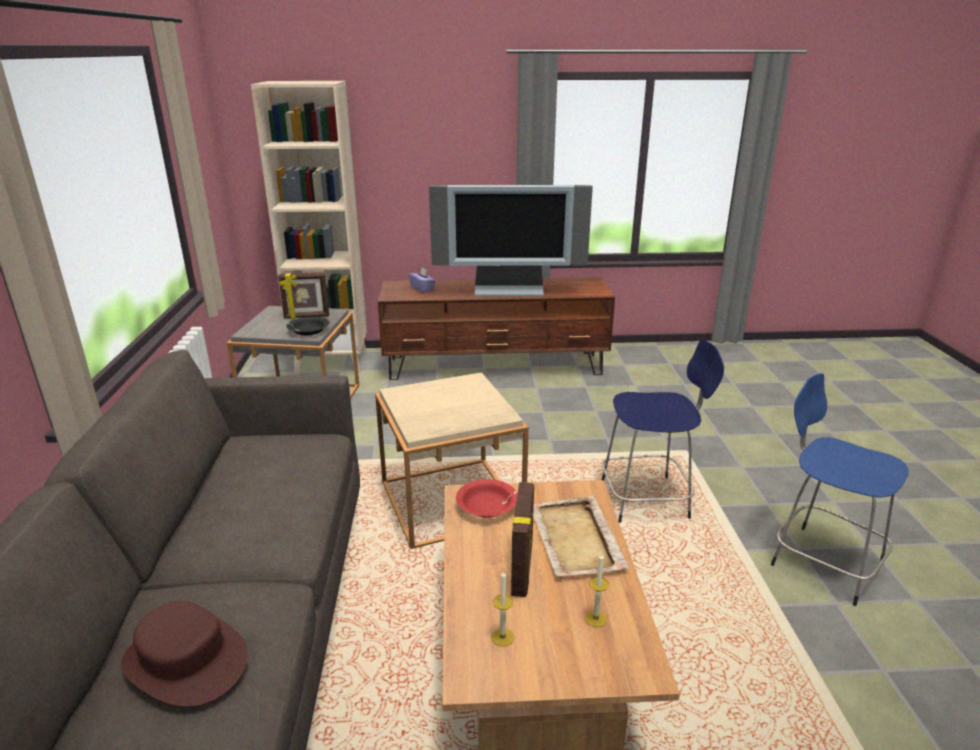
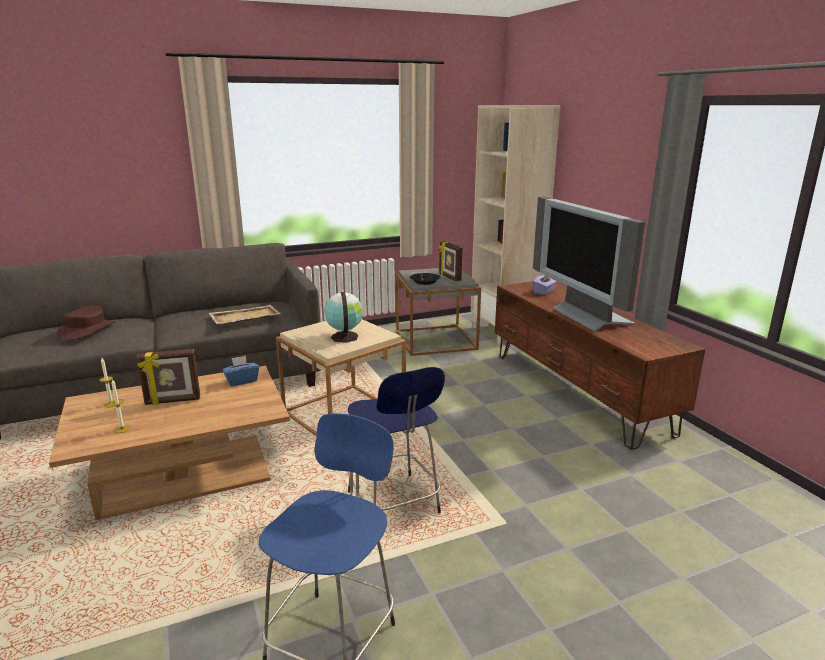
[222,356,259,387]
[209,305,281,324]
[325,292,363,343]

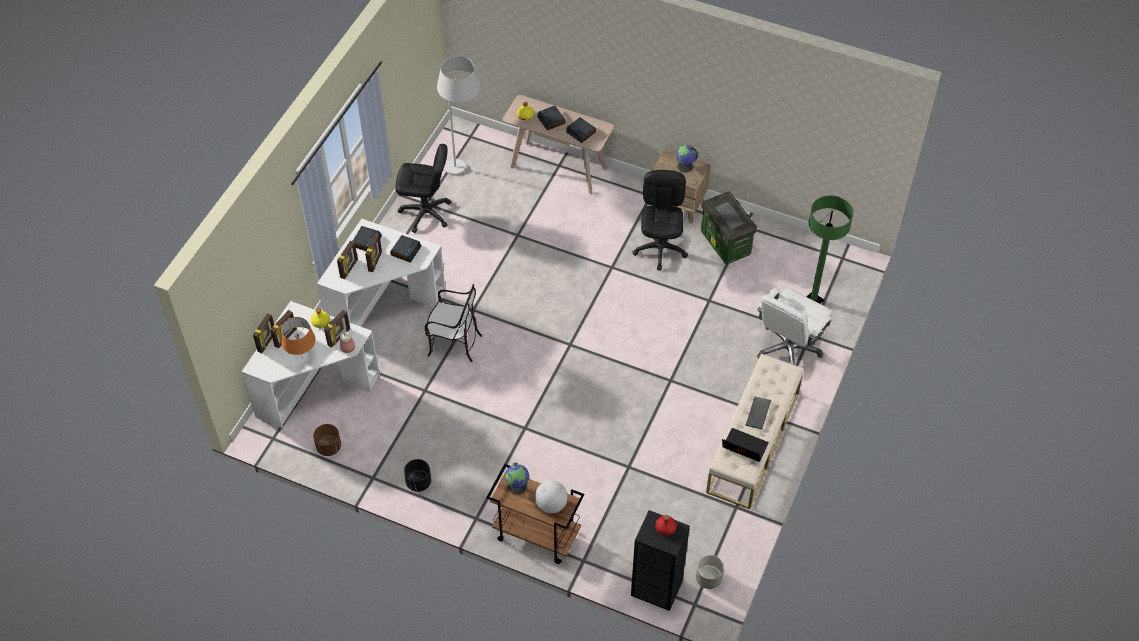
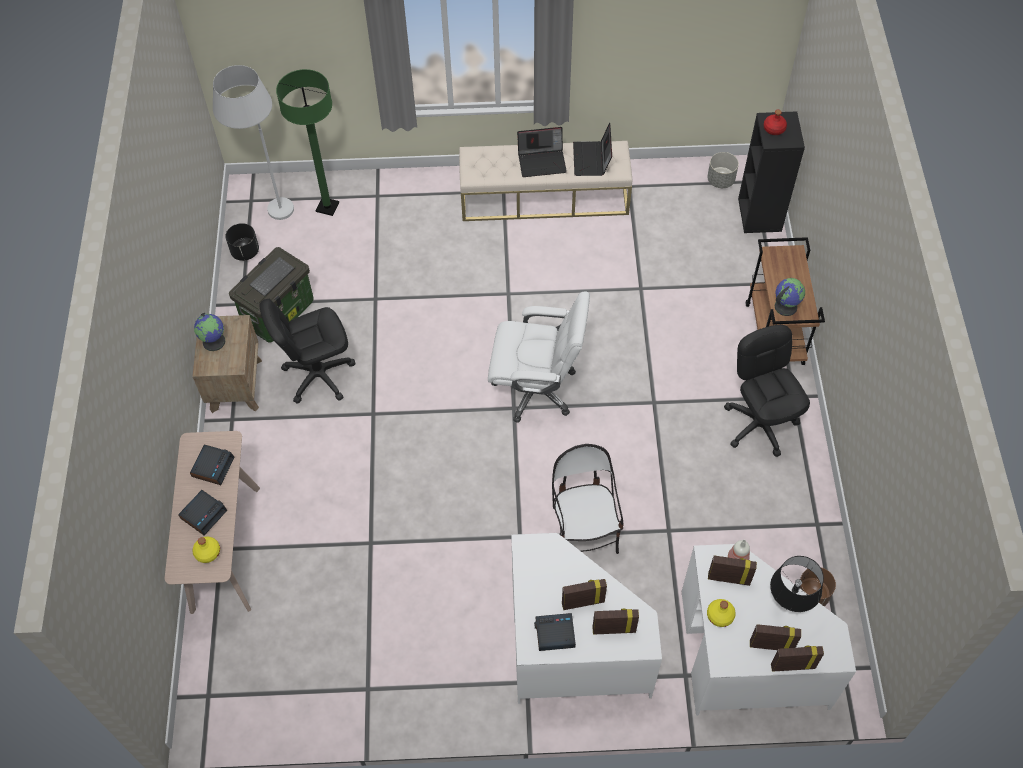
[213,65,294,220]
[724,325,810,457]
[390,235,421,263] (first image)
[488,291,590,423]
[770,556,824,612]
[517,127,567,177]
[225,223,259,261]
[535,480,568,513] (first image)

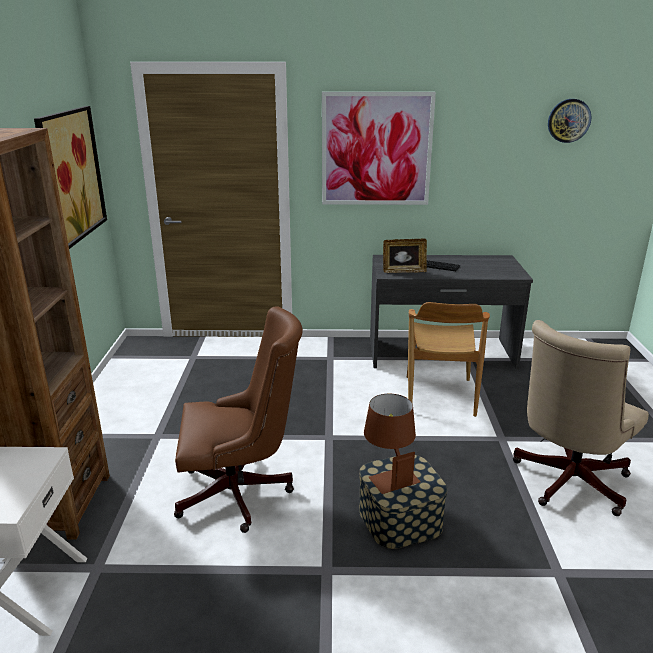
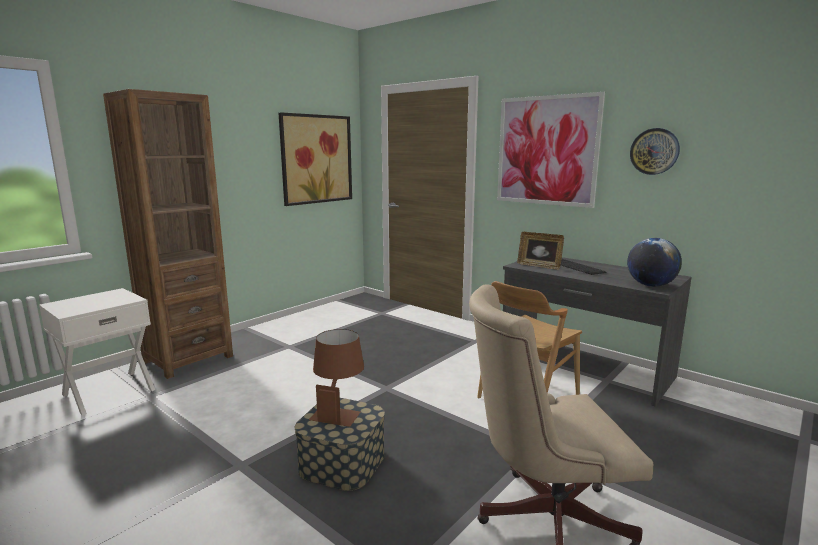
[630,128,680,175]
[174,306,303,533] (first image)
[627,238,682,287]

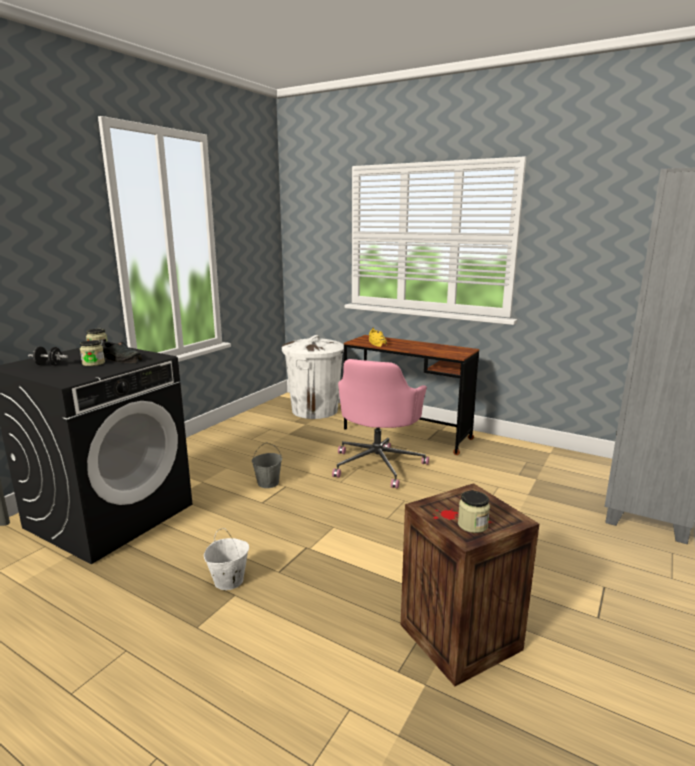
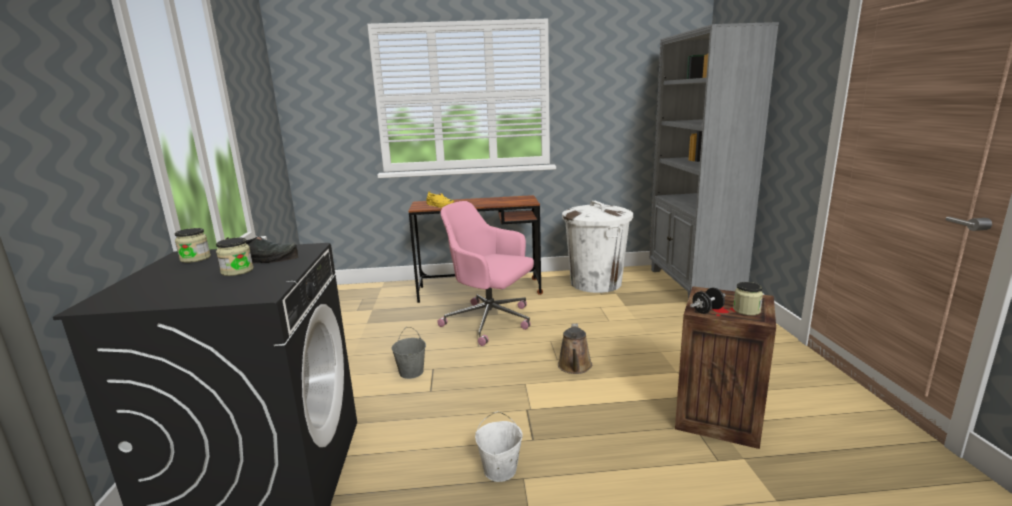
[562,201,633,293]
[690,288,726,314]
[437,201,534,346]
[558,324,592,374]

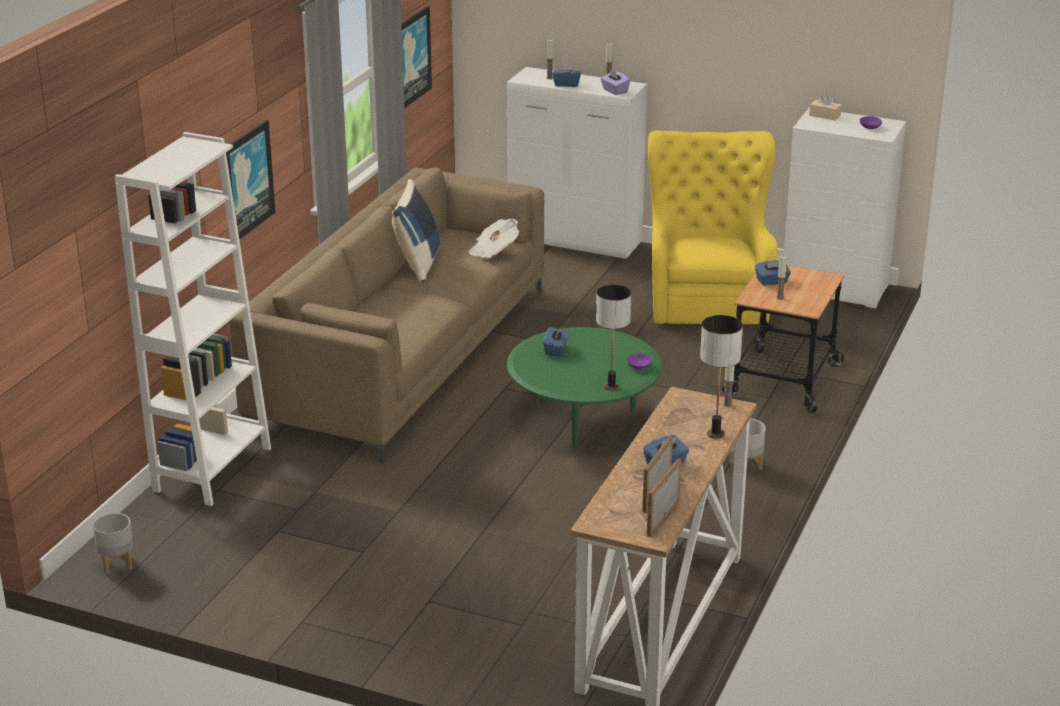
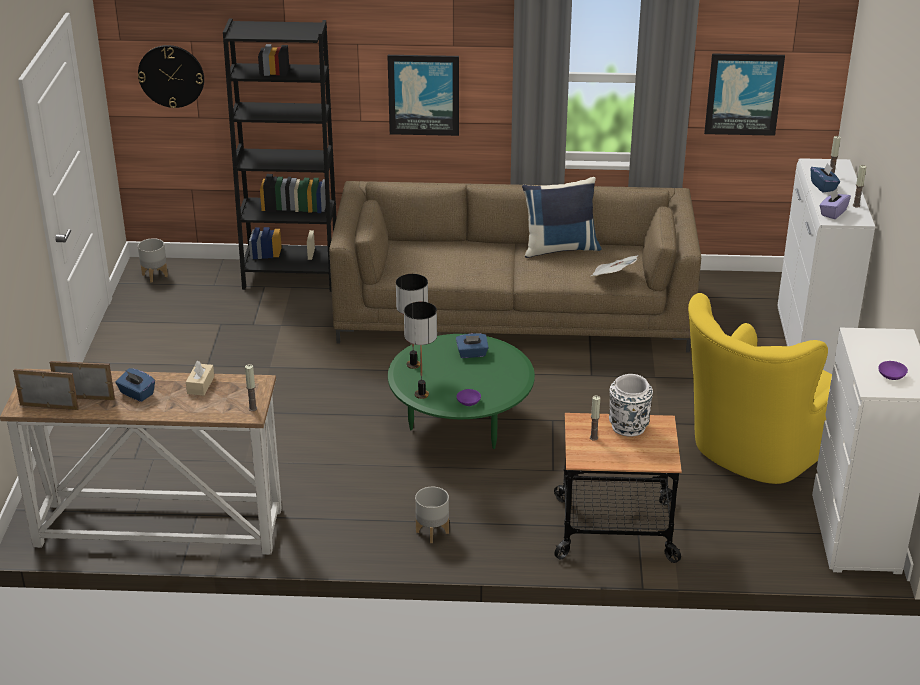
[186,361,214,396]
[688,293,832,484]
[223,18,336,292]
[609,374,653,436]
[396,274,428,369]
[138,45,204,108]

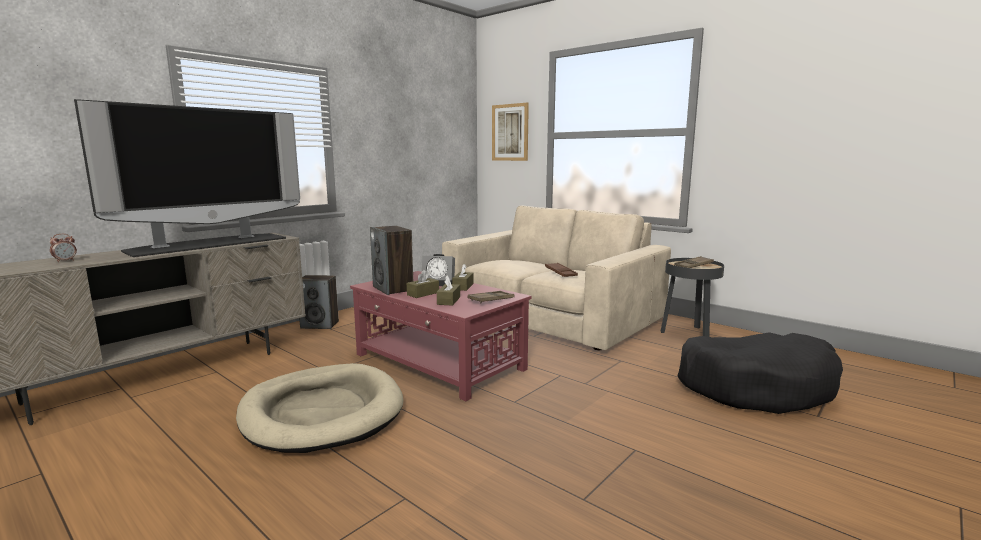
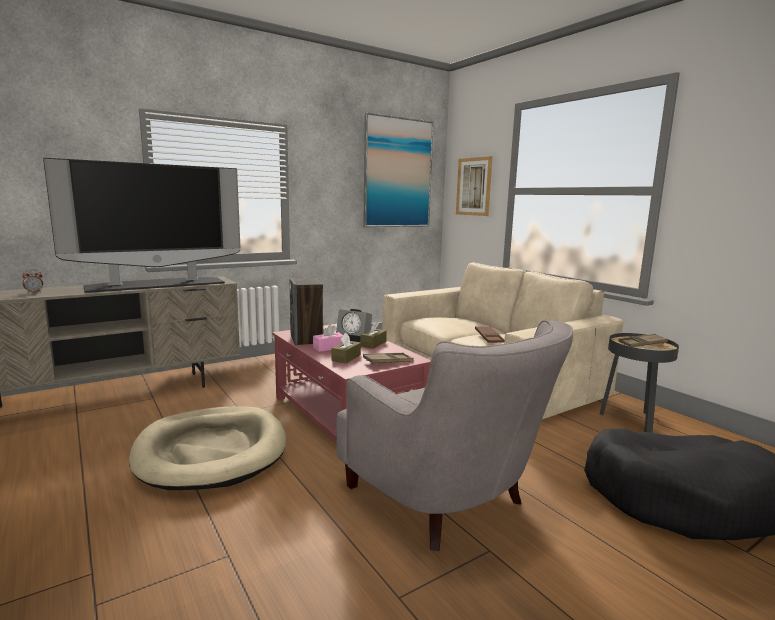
[313,324,343,352]
[299,275,339,329] (first image)
[363,112,434,227]
[336,320,573,551]

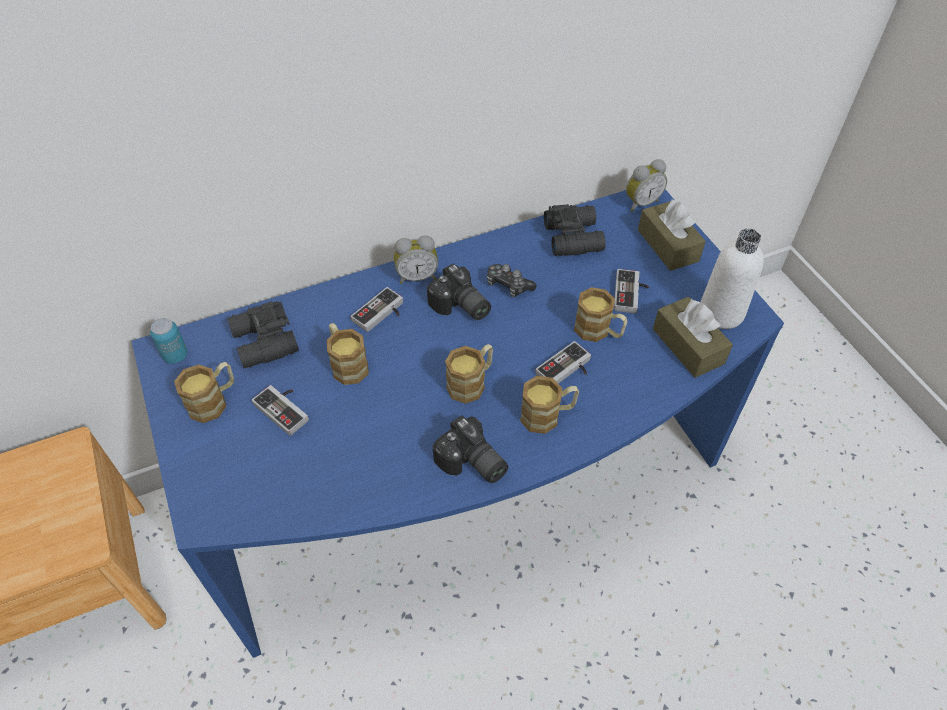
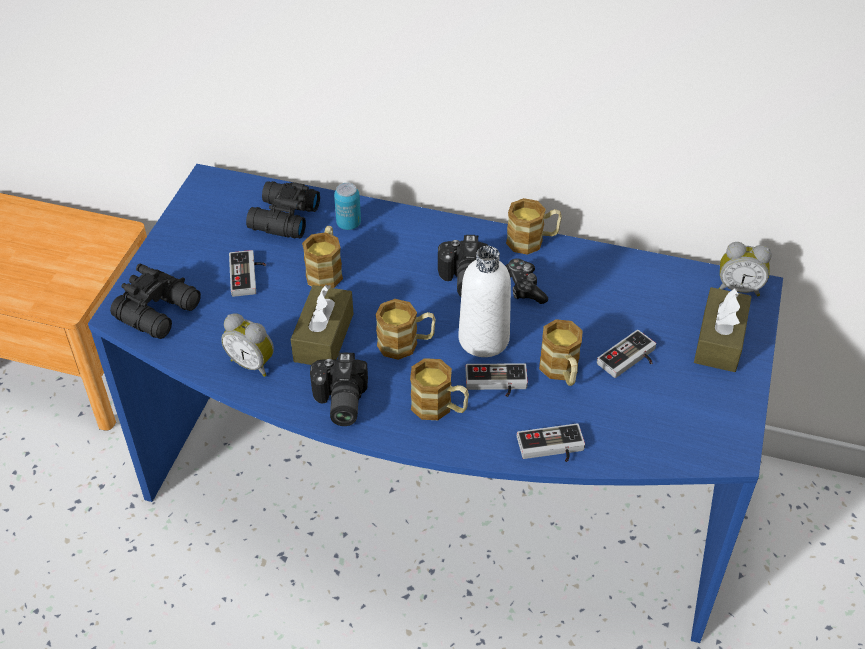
[110,264,201,339]
[458,246,511,357]
[221,313,274,377]
[517,423,585,462]
[291,285,354,365]
[334,183,361,230]
[506,198,562,255]

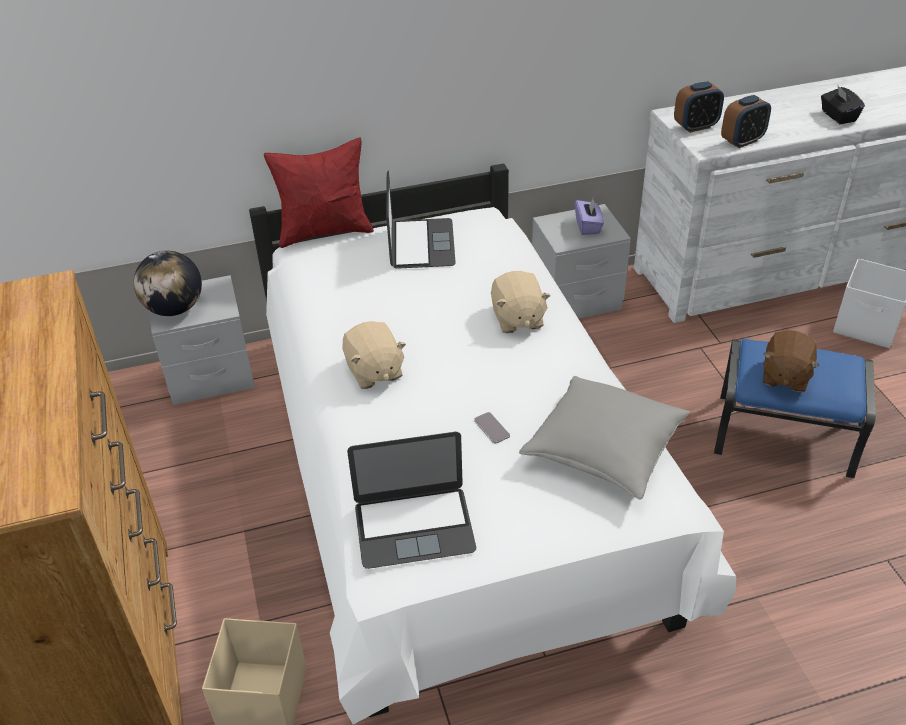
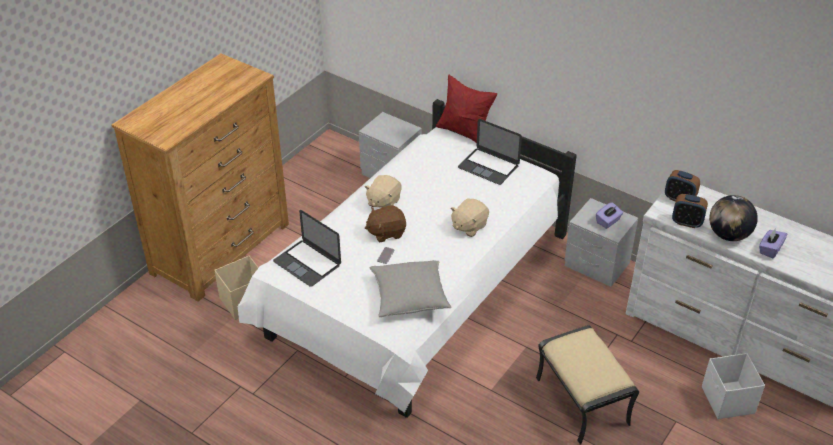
[759,229,787,258]
[458,119,522,185]
[709,195,758,241]
[365,205,406,242]
[536,325,639,444]

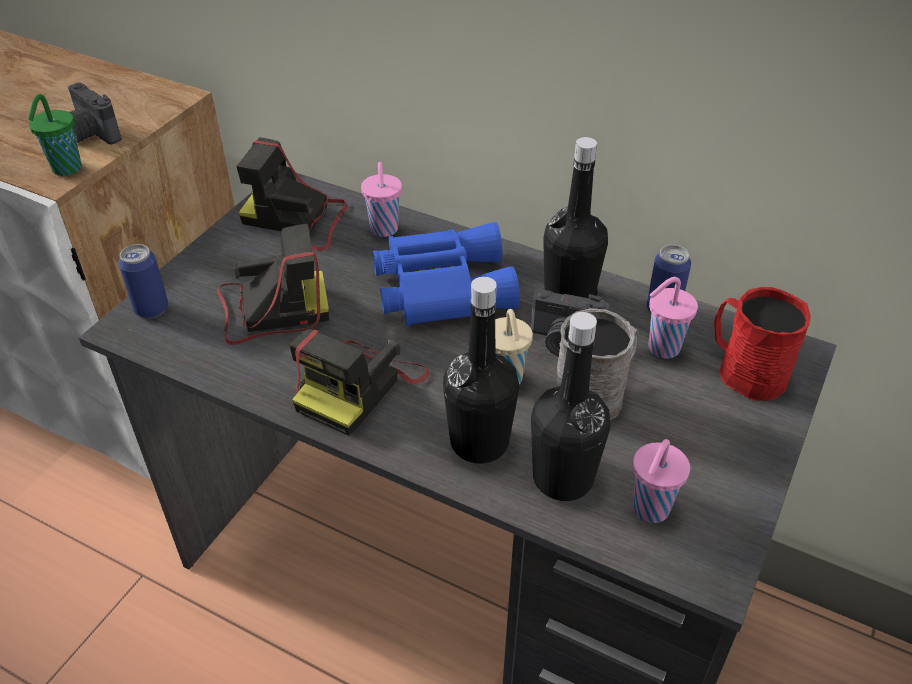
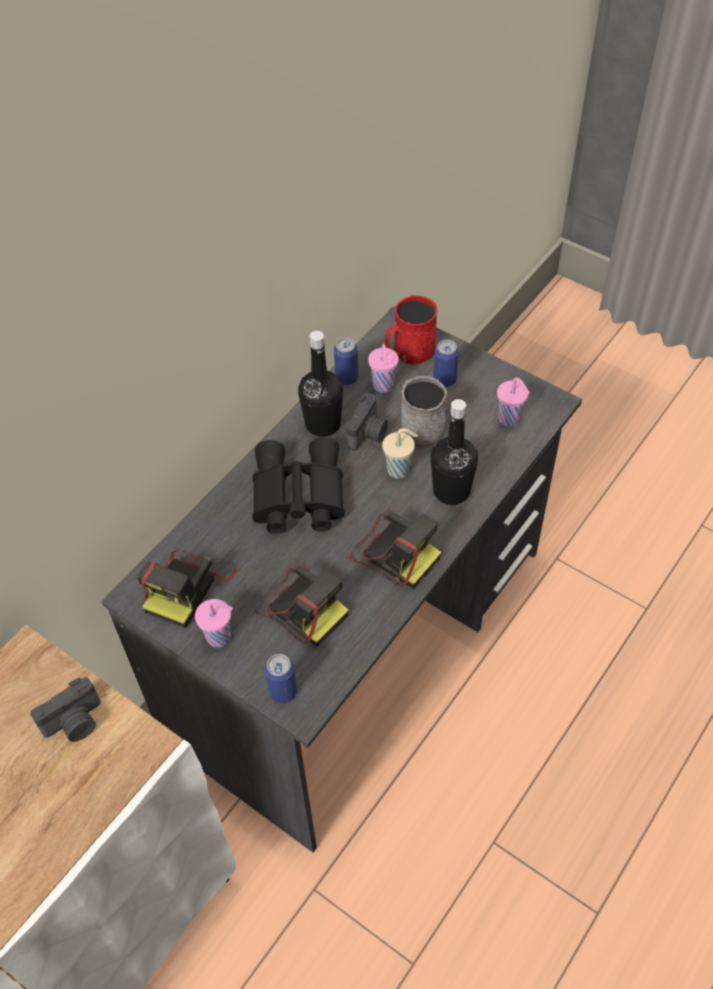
[28,94,82,176] (first image)
[195,599,233,648]
[252,437,345,534]
[254,562,349,647]
[531,312,610,501] (first image)
[433,339,459,387]

